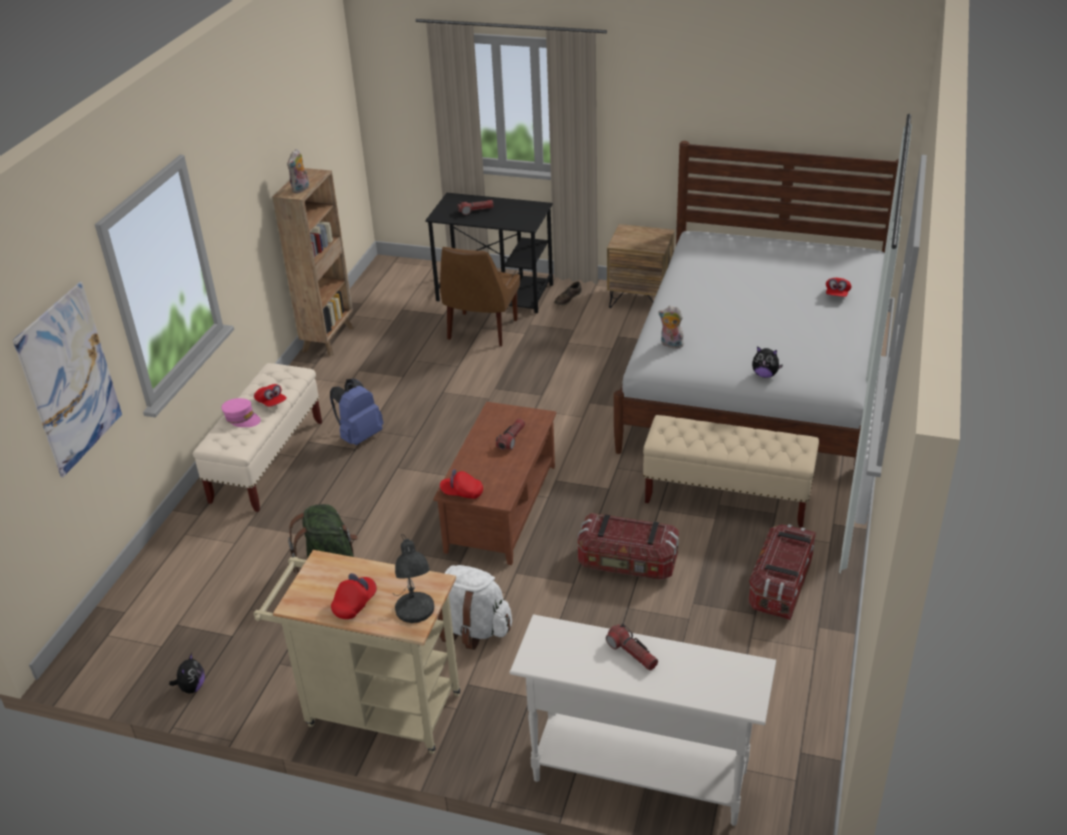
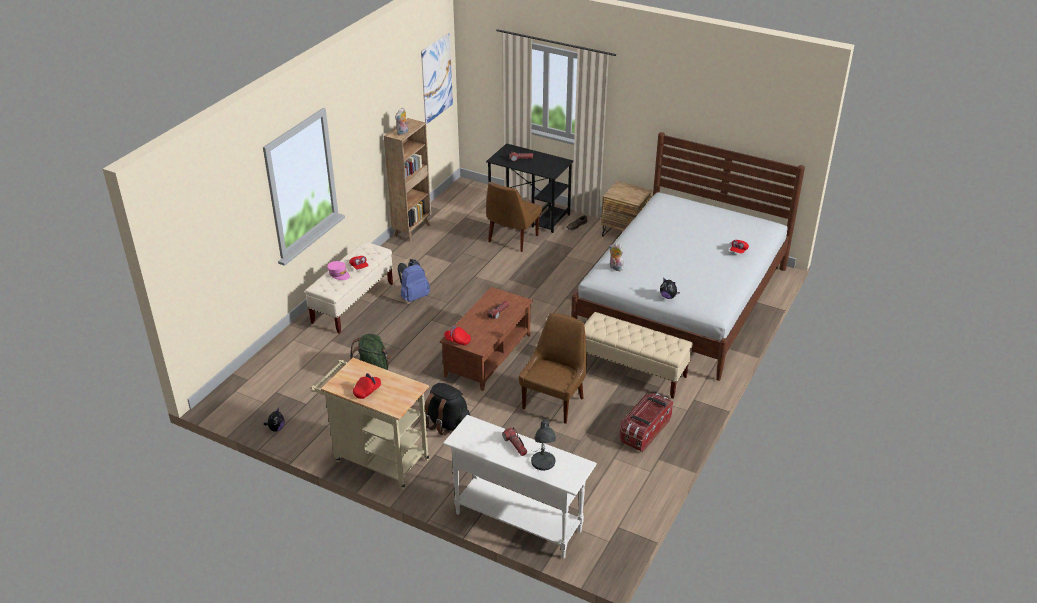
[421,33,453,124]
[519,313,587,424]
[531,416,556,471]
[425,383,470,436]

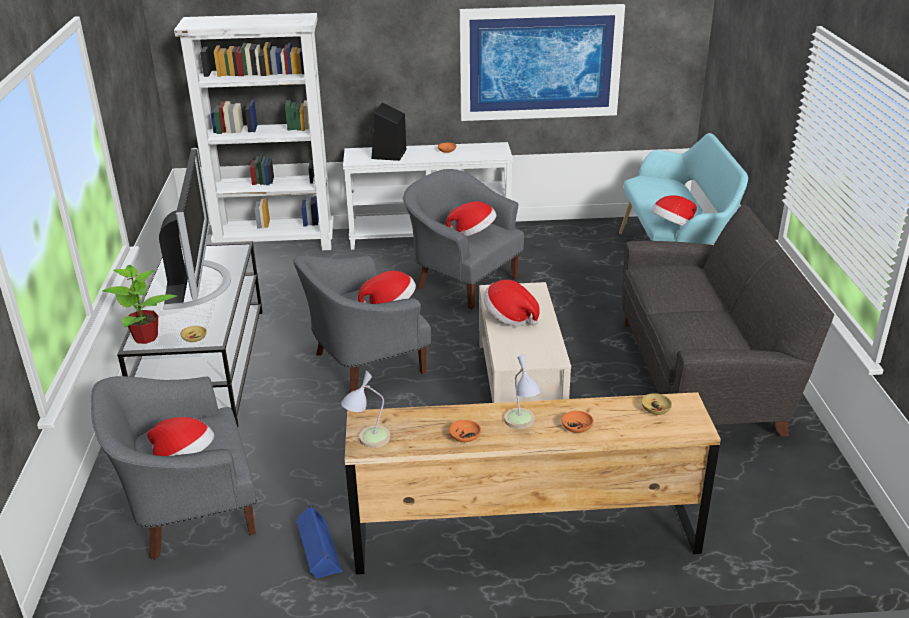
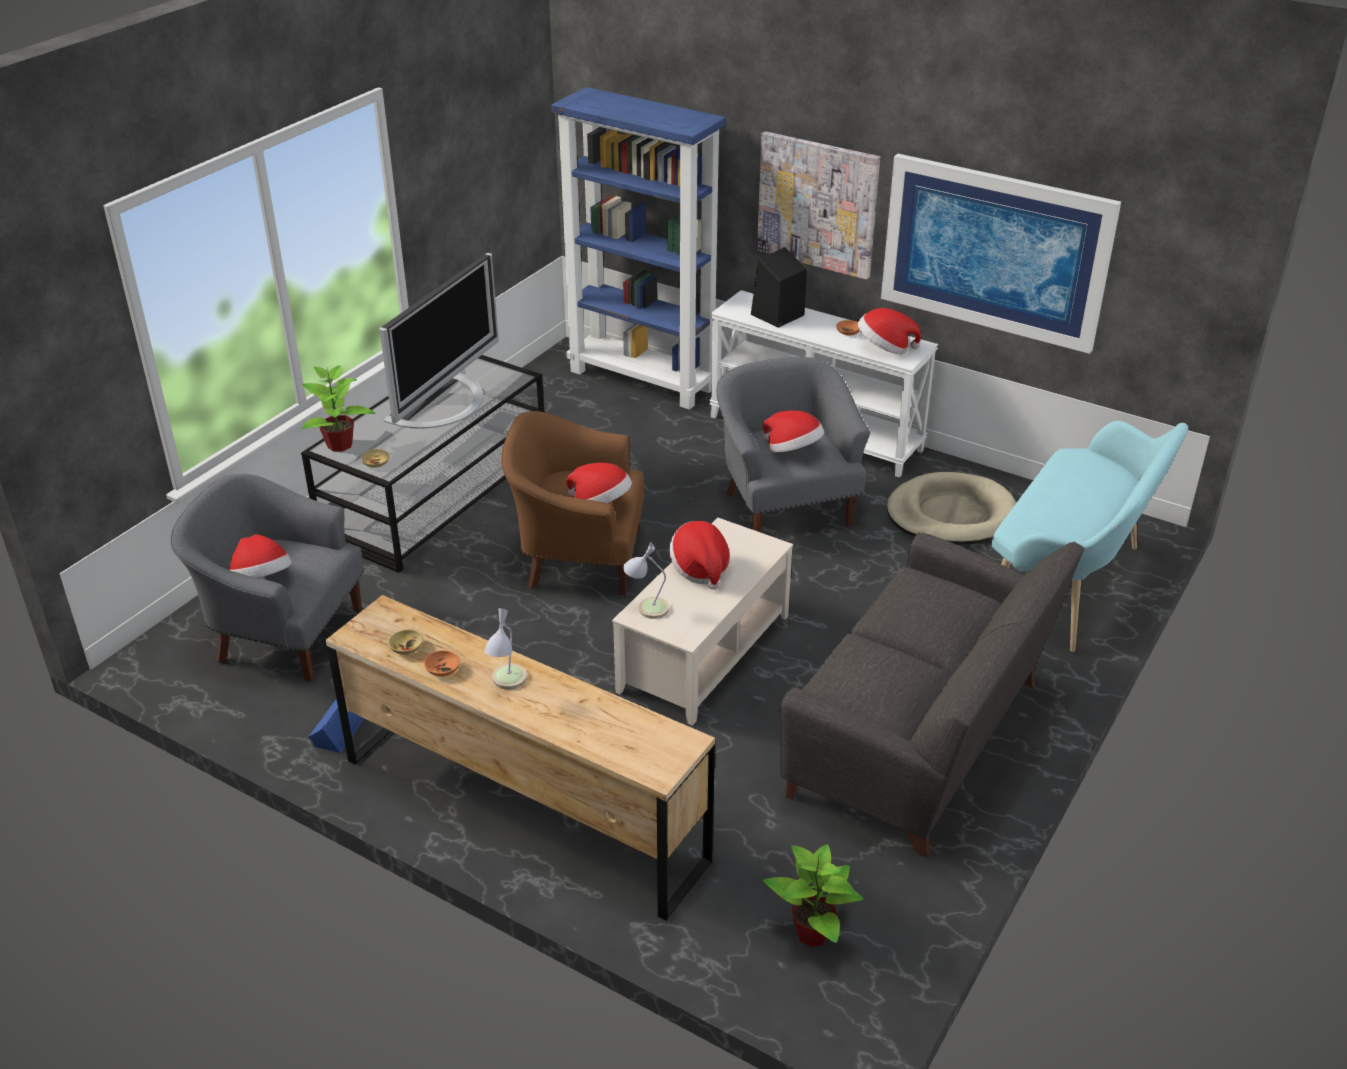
[551,87,726,410]
[858,308,921,354]
[501,411,645,596]
[623,542,670,619]
[388,629,423,655]
[562,411,594,433] (first image)
[757,131,880,279]
[887,472,1016,545]
[763,844,864,947]

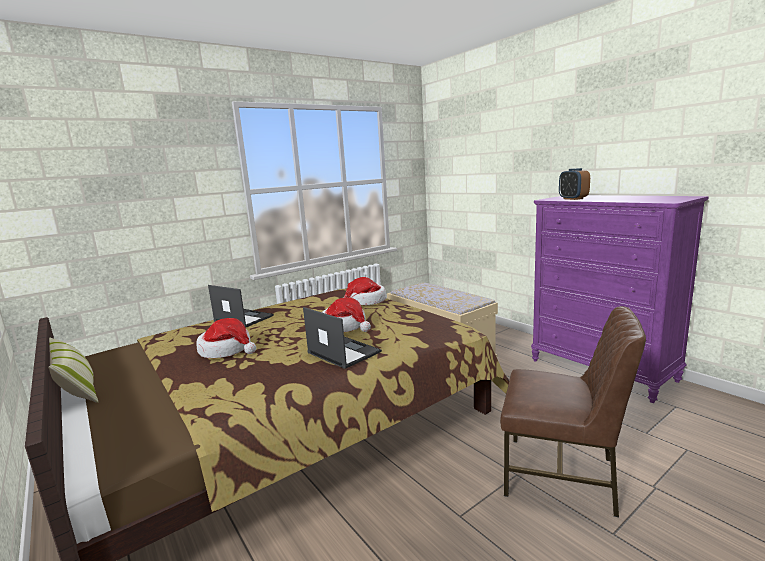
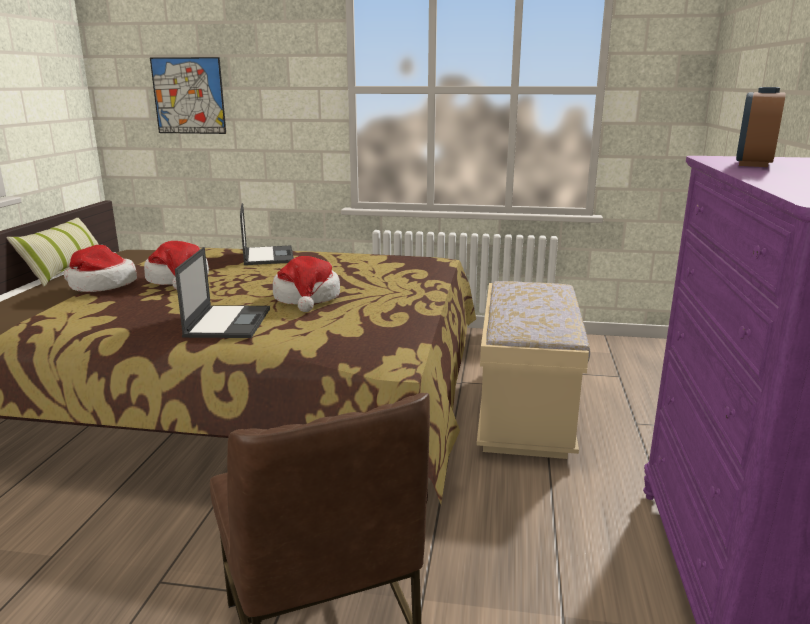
[64,245,137,292]
[150,57,226,134]

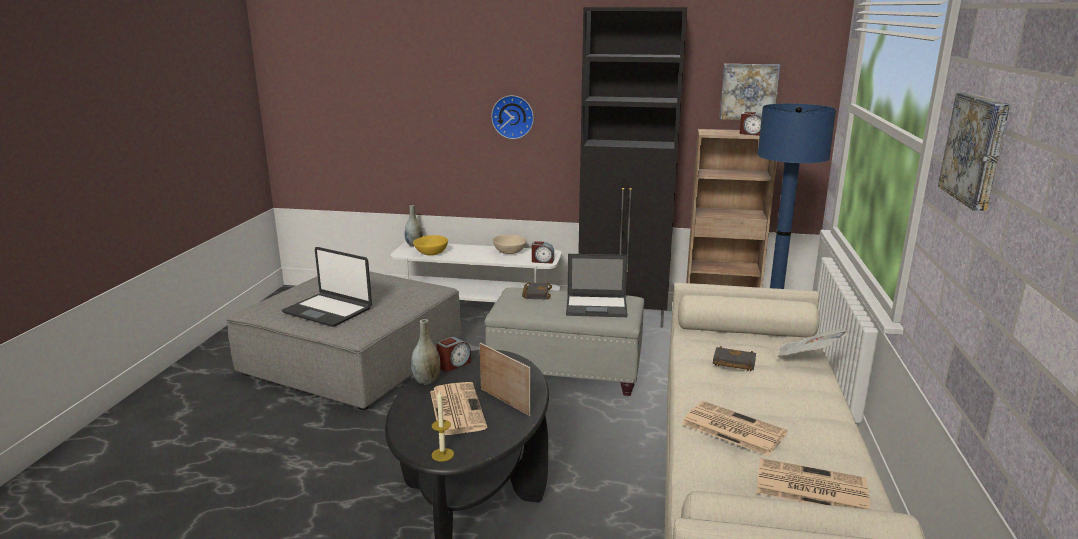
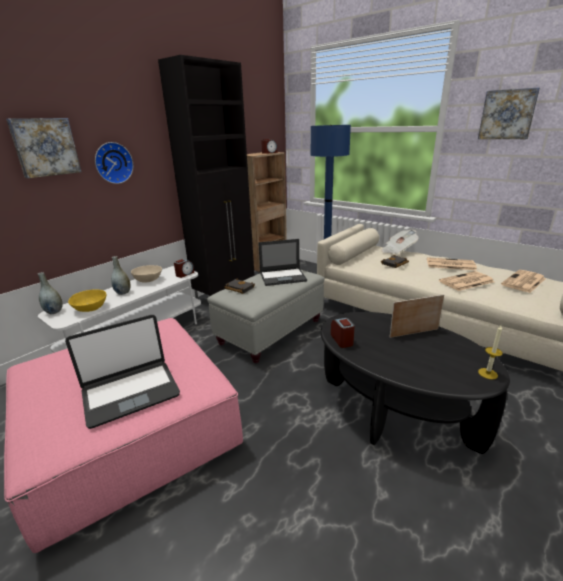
[6,118,81,178]
[258,239,307,286]
[4,318,243,553]
[111,256,131,295]
[427,257,477,270]

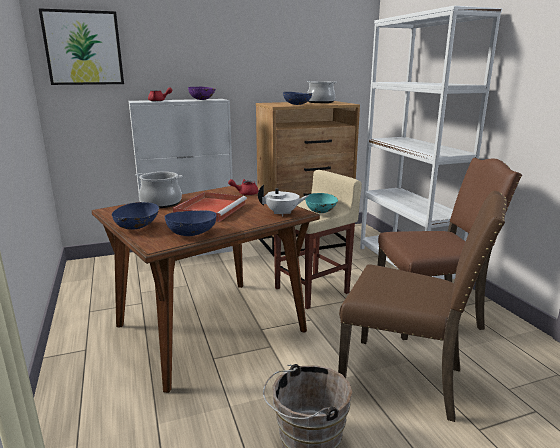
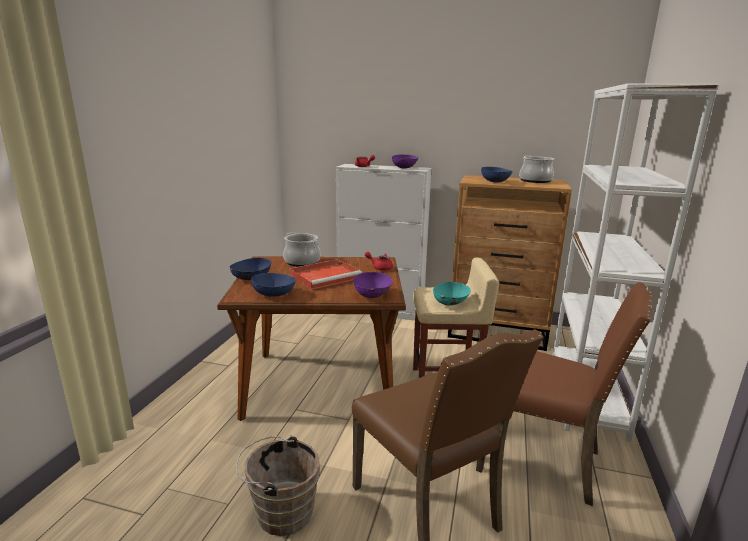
[39,8,124,85] (first image)
[353,272,393,298]

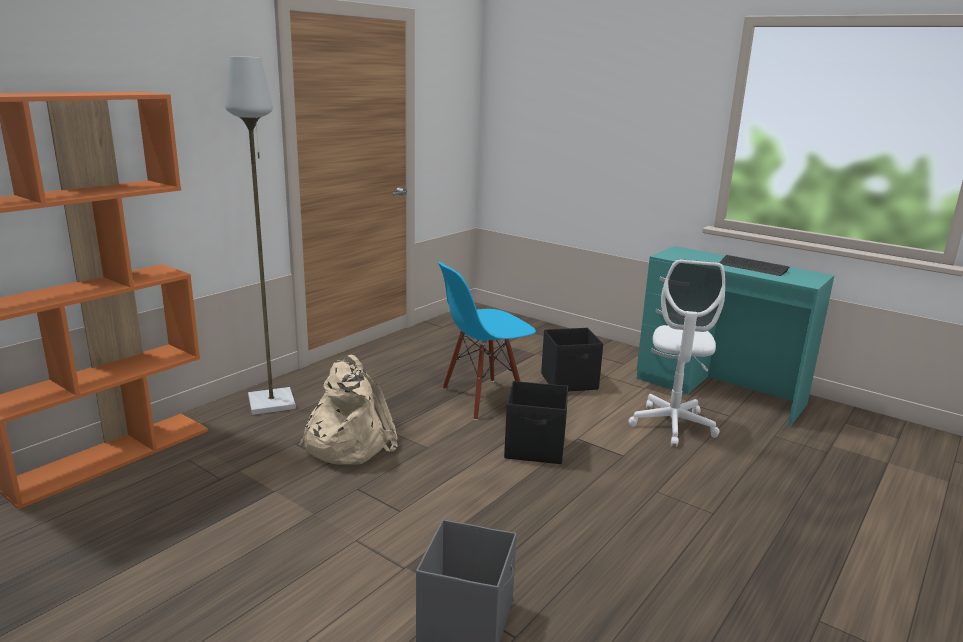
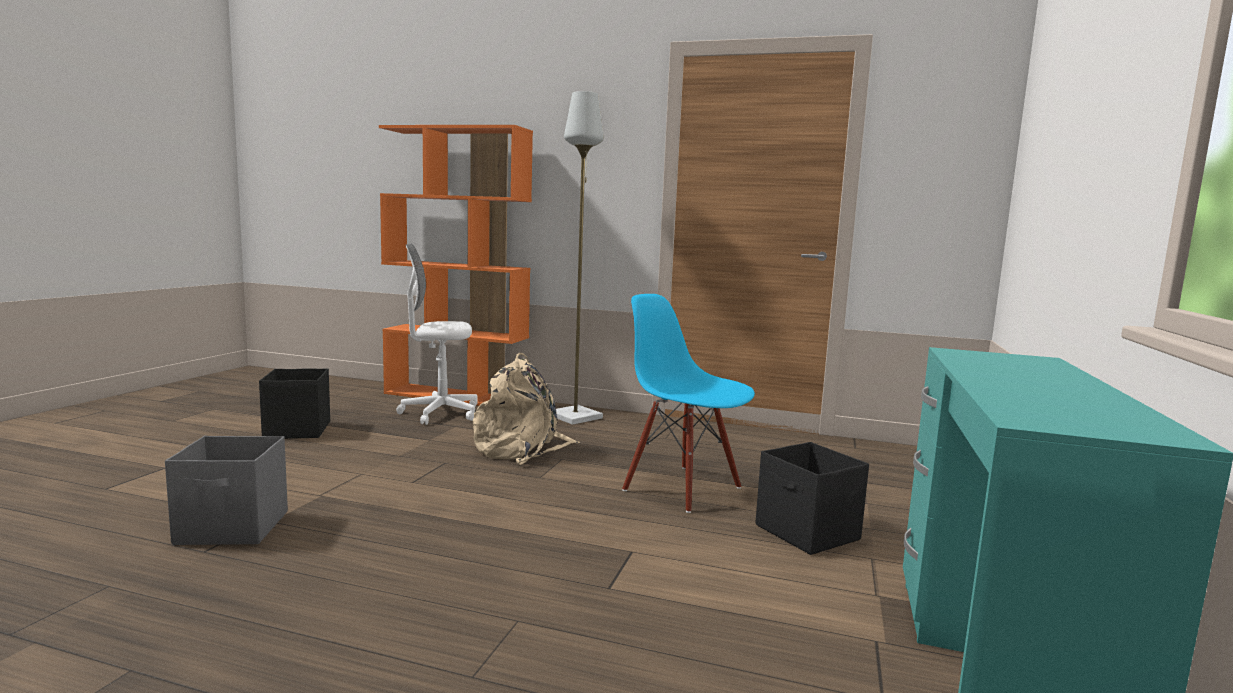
[719,255,789,276] (first image)
[396,244,478,425]
[259,369,330,439]

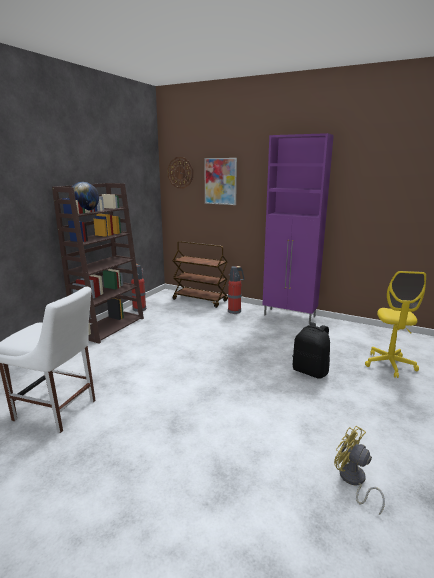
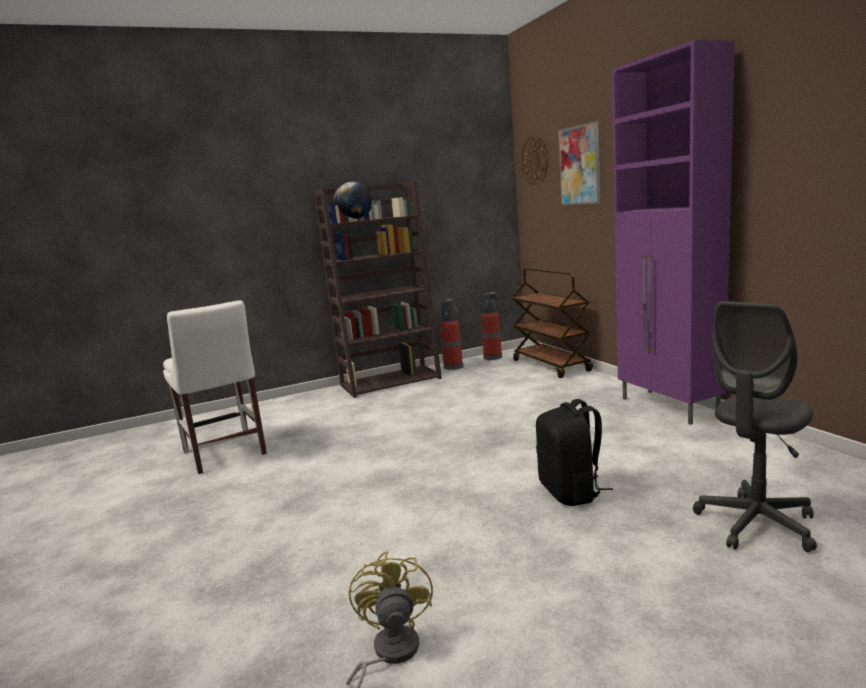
[480,292,502,360]
[693,301,817,552]

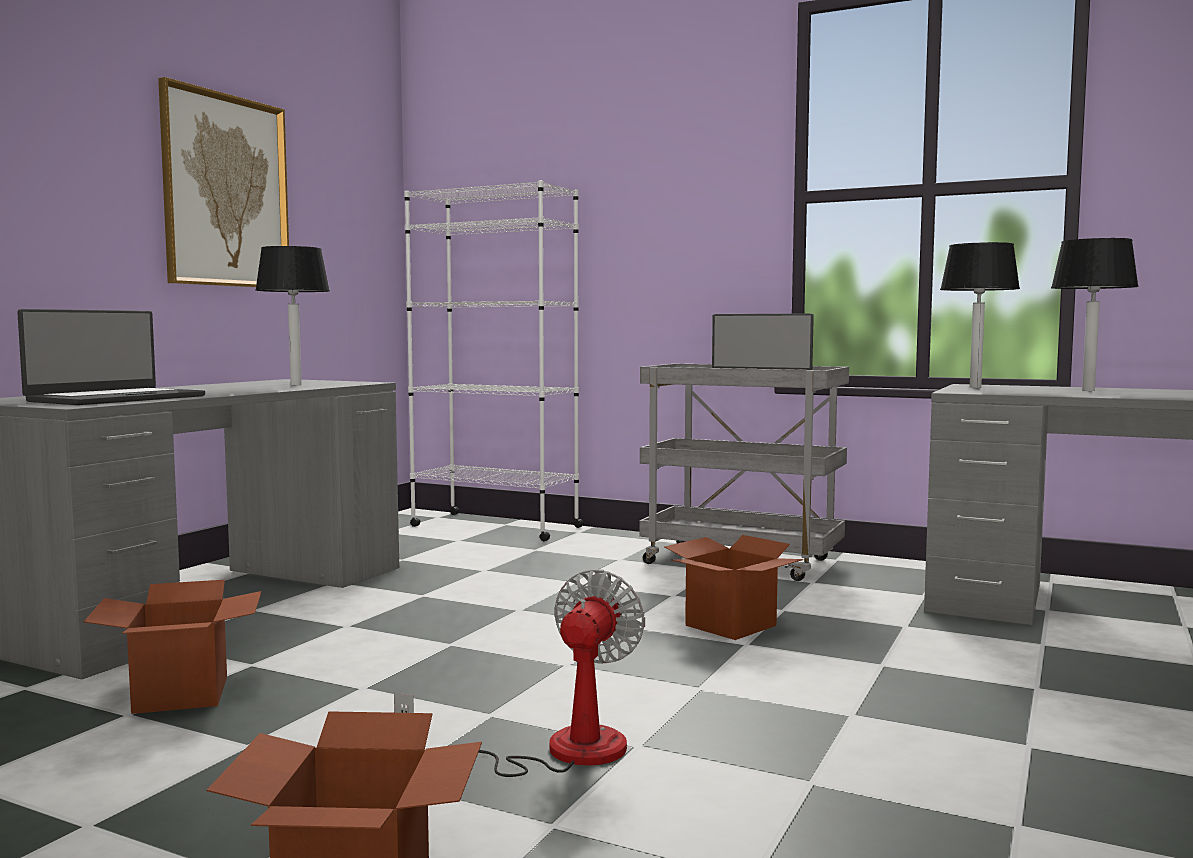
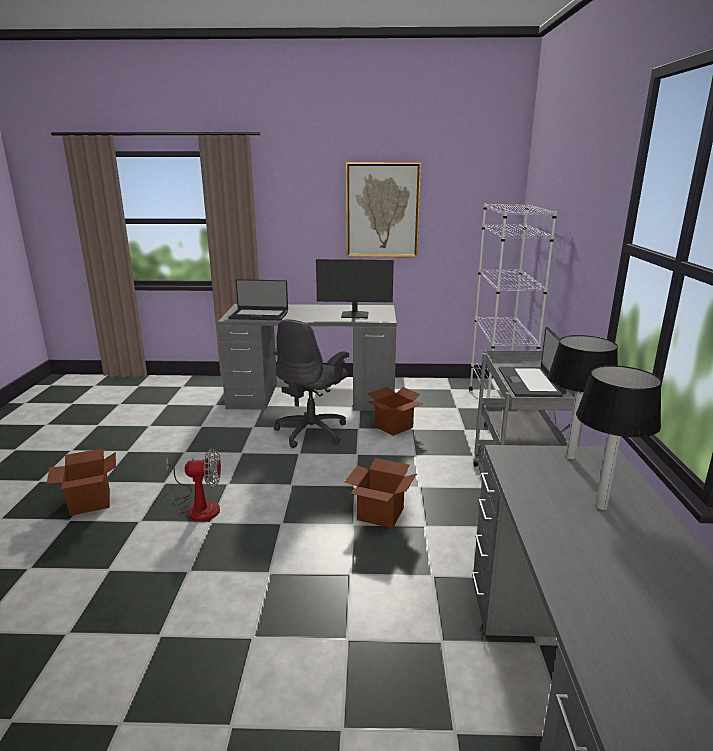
[316,259,394,318]
[367,387,424,436]
[273,319,349,448]

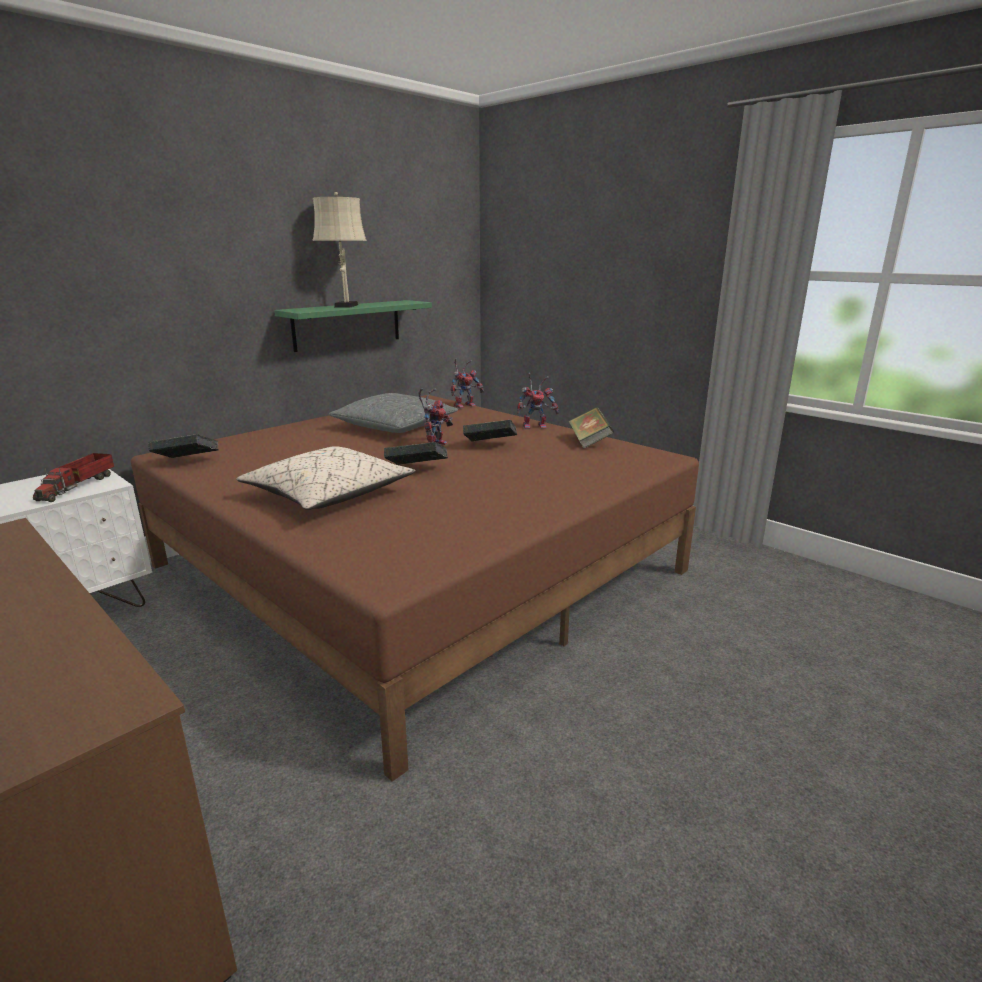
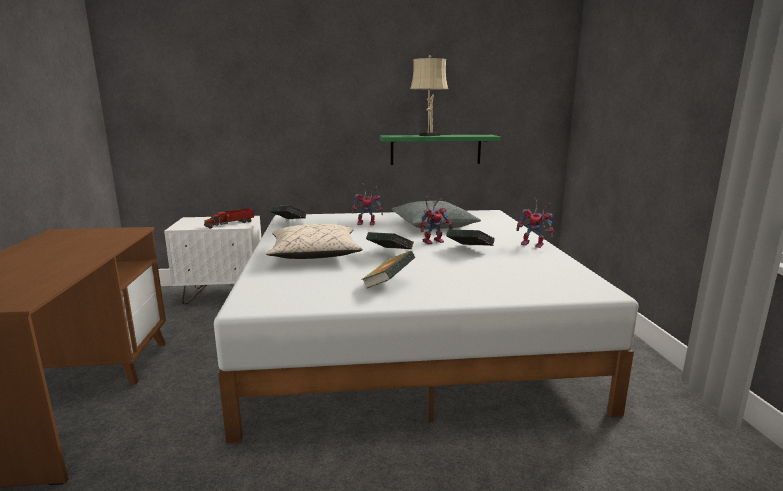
[352,183,383,225]
[214,210,639,443]
[361,251,415,288]

